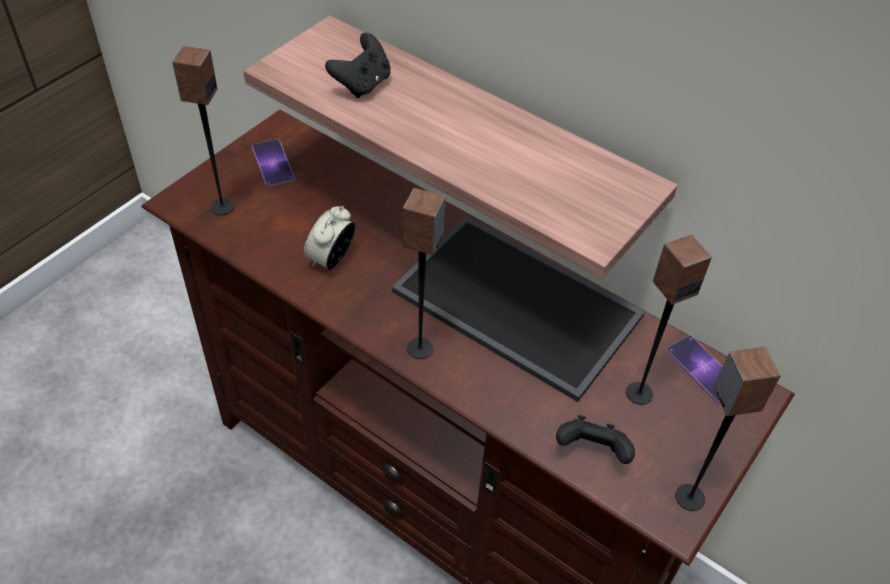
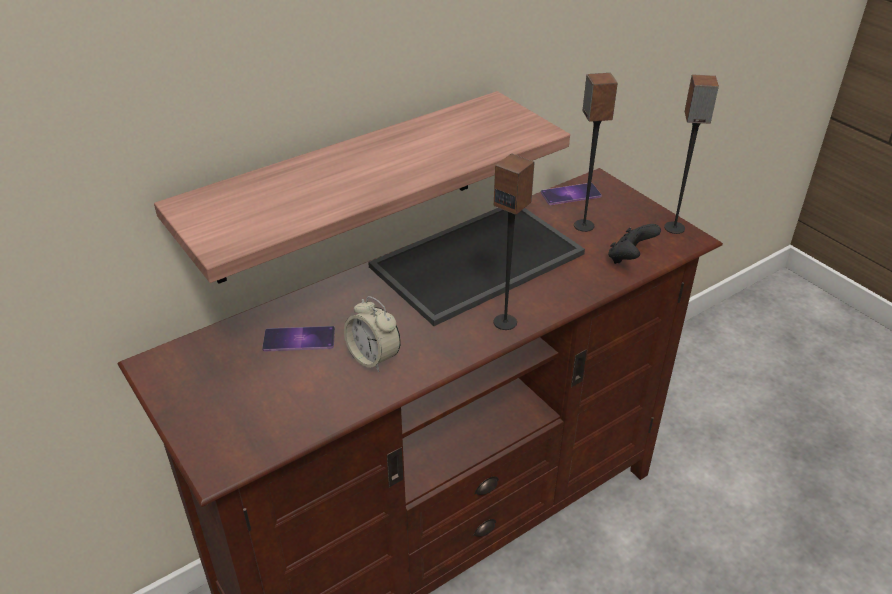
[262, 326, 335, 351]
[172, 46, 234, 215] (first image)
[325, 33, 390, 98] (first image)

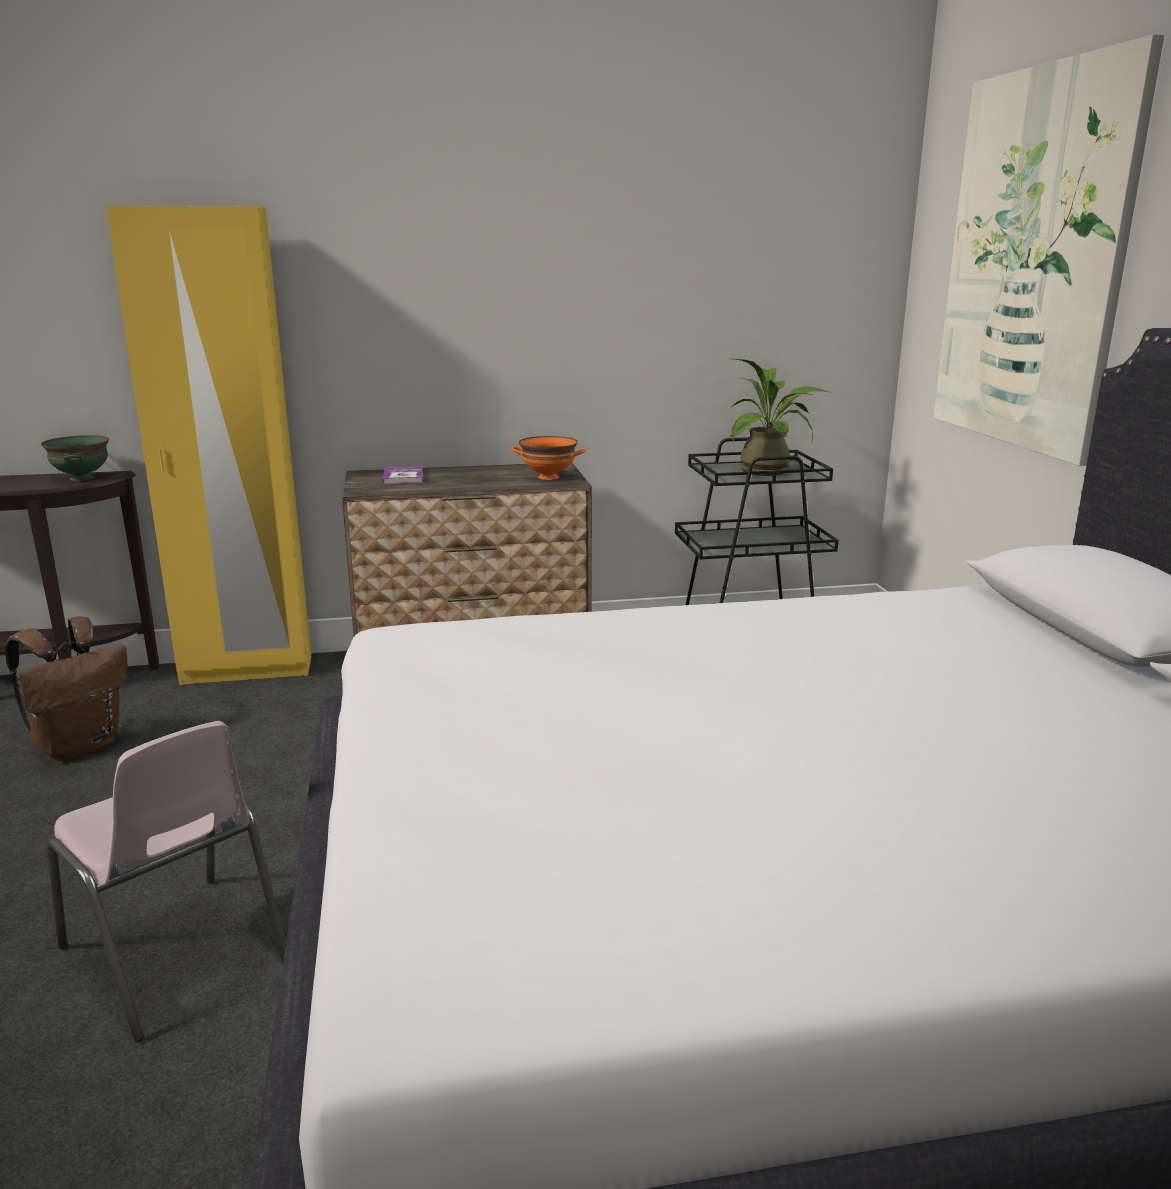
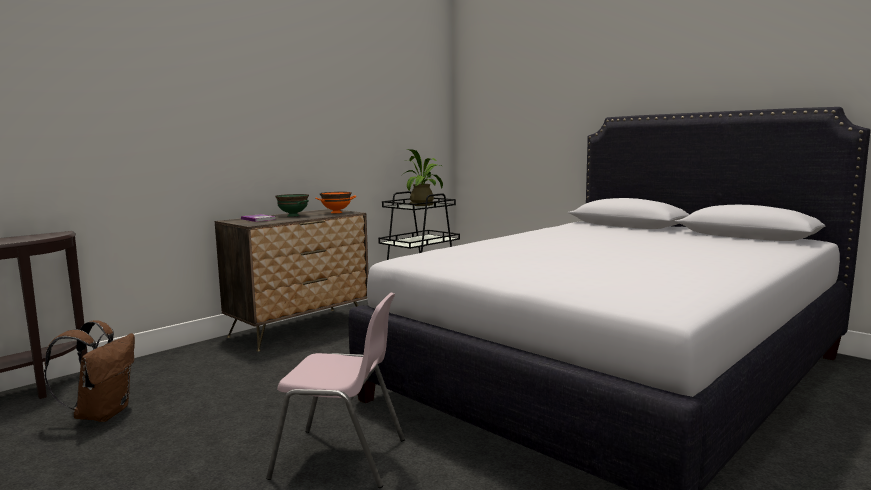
[275, 194, 309, 217]
[106, 205, 311, 685] (first image)
[933, 34, 1164, 466] (first image)

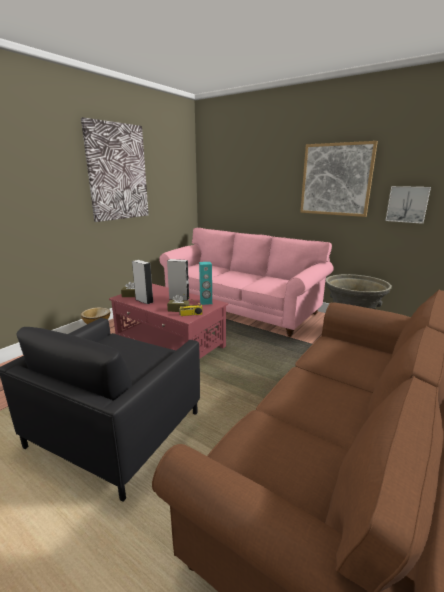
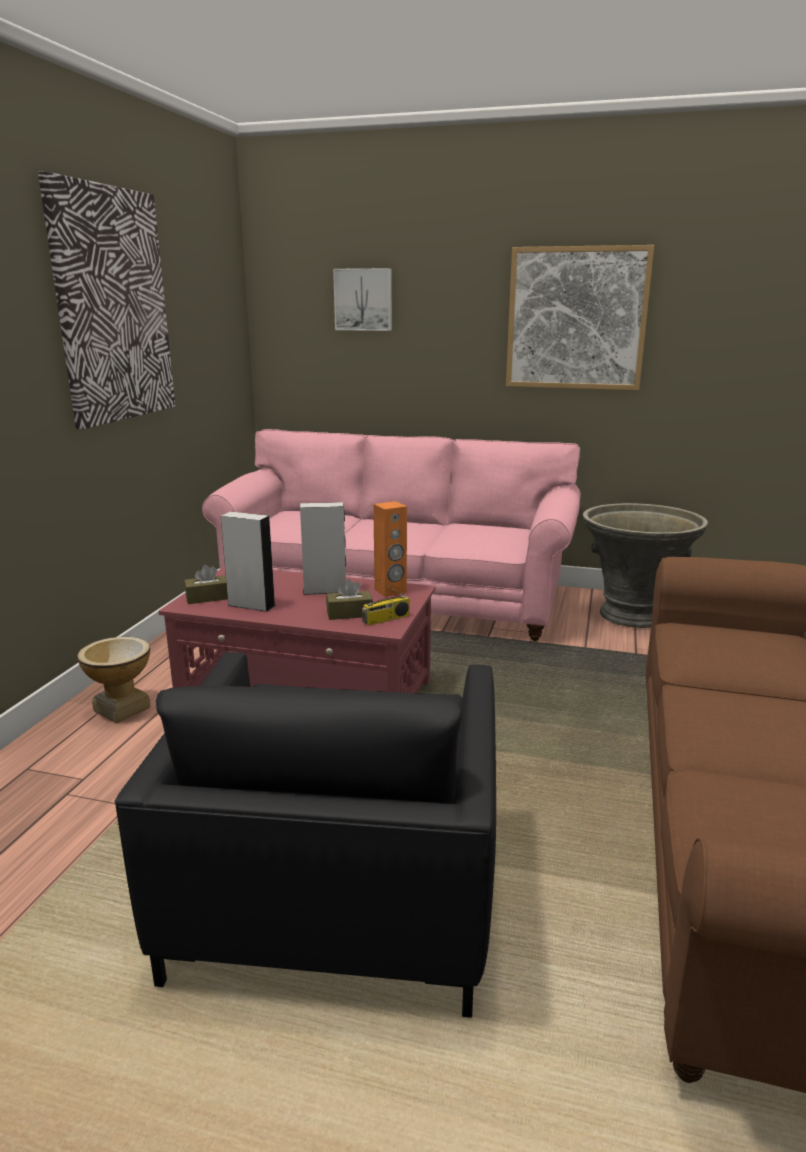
[333, 268, 392, 331]
[373, 501, 407, 597]

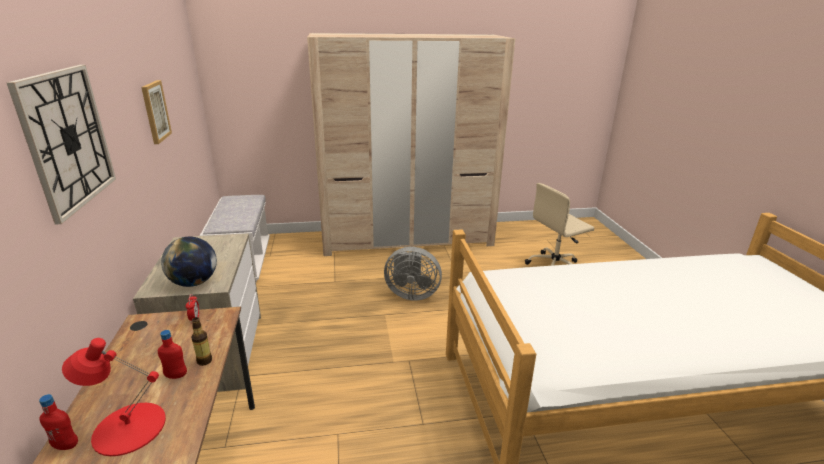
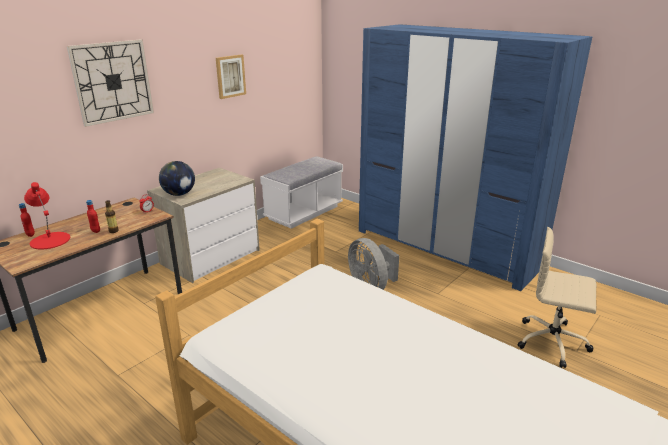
[359, 24, 592, 291]

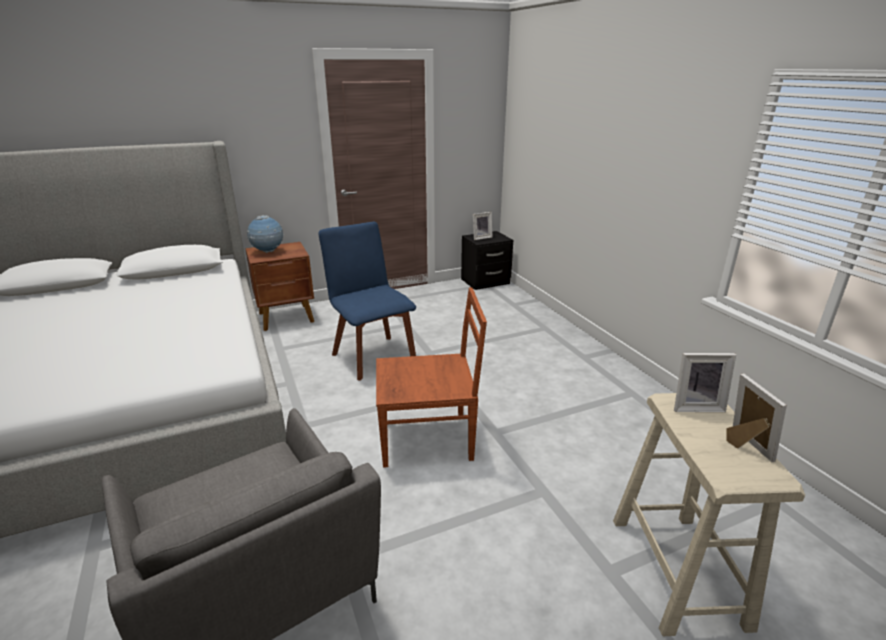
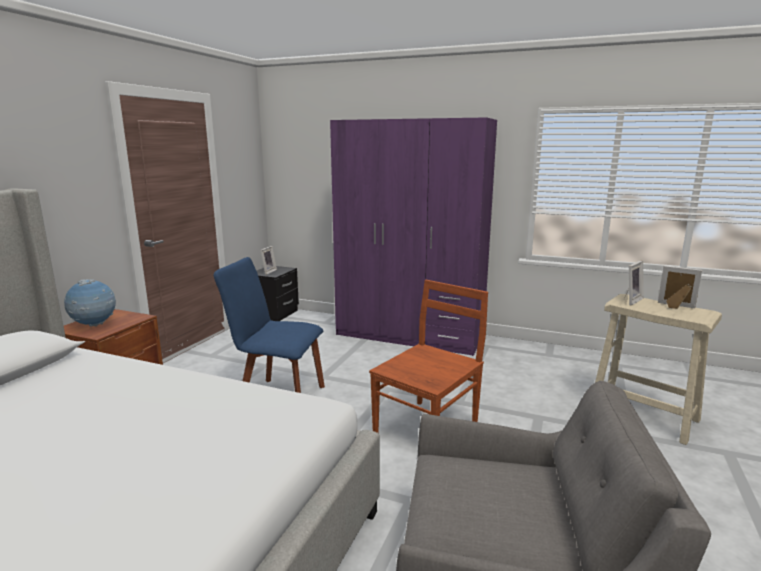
[330, 117, 497, 356]

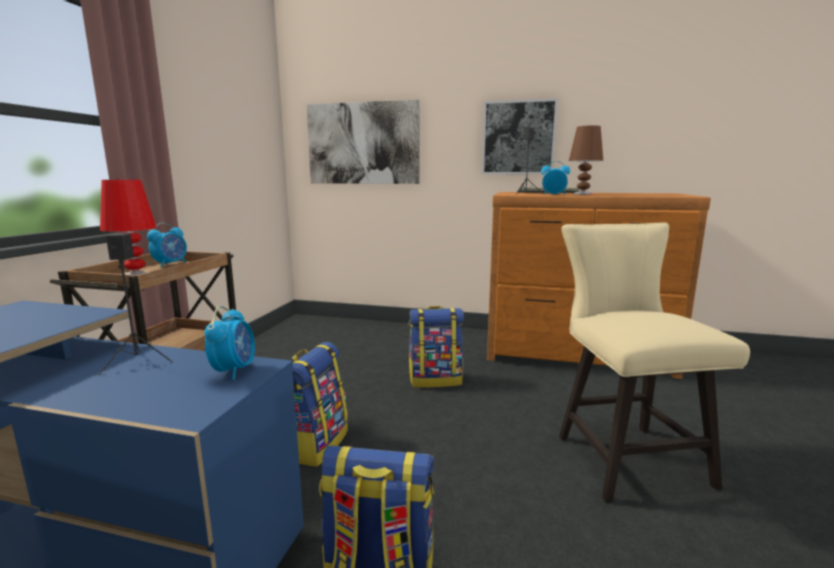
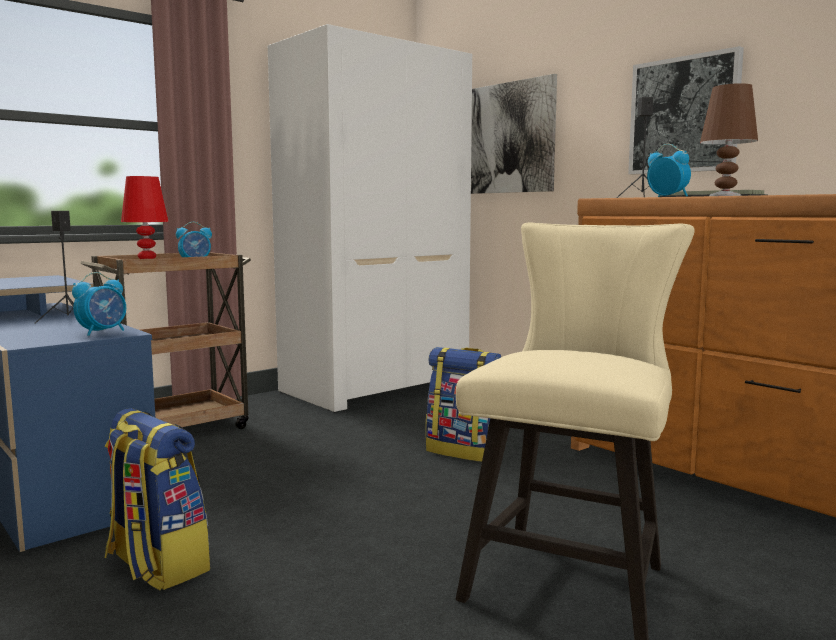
[268, 24, 472, 413]
[292, 342, 348, 467] (first image)

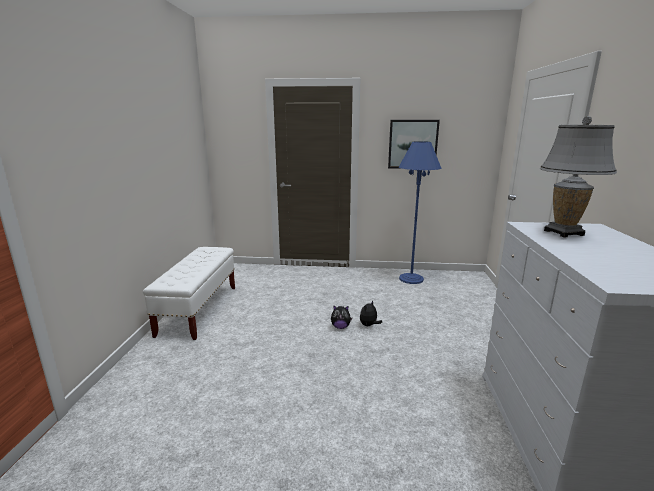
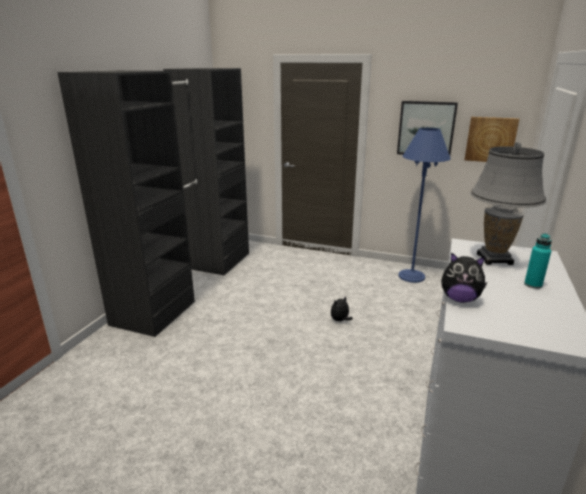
[57, 68, 249, 337]
[441, 252, 488, 303]
[465, 117, 519, 162]
[524, 233, 552, 289]

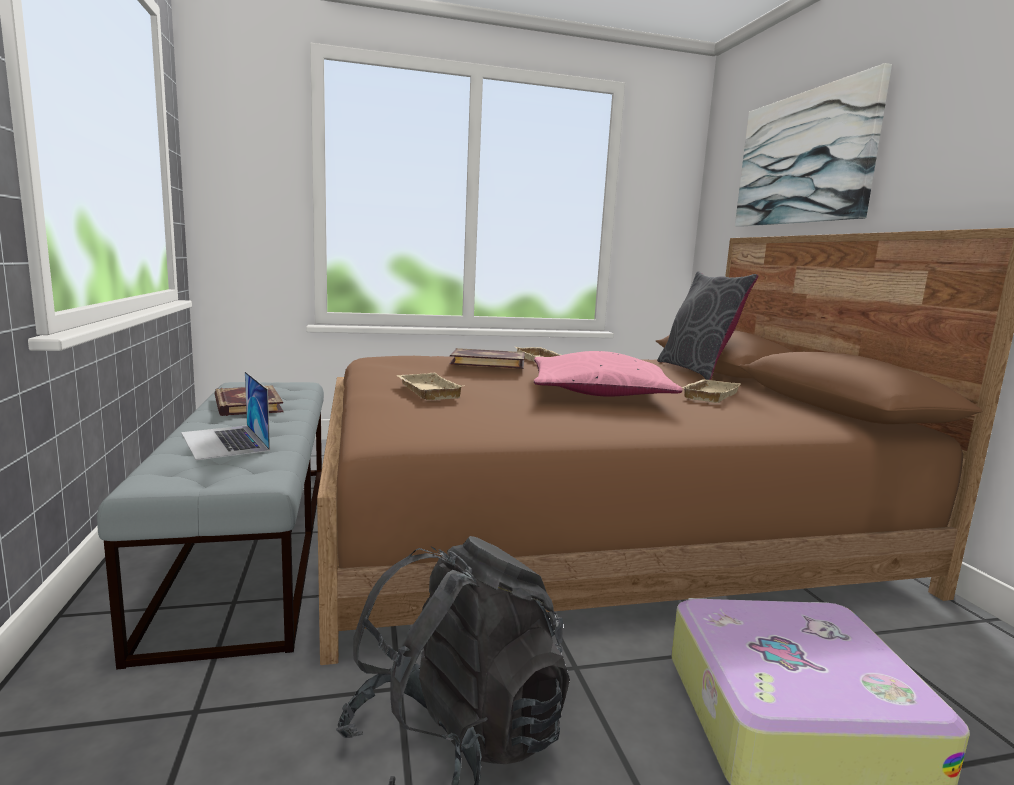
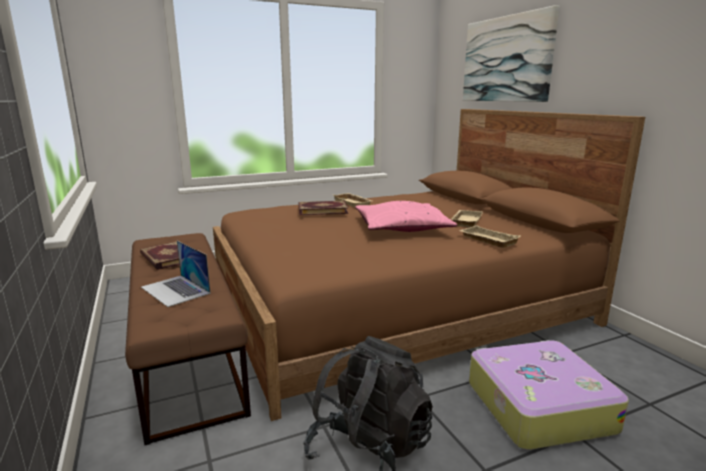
[125, 233, 251, 445]
[460, 225, 520, 248]
[657, 271, 758, 380] (first image)

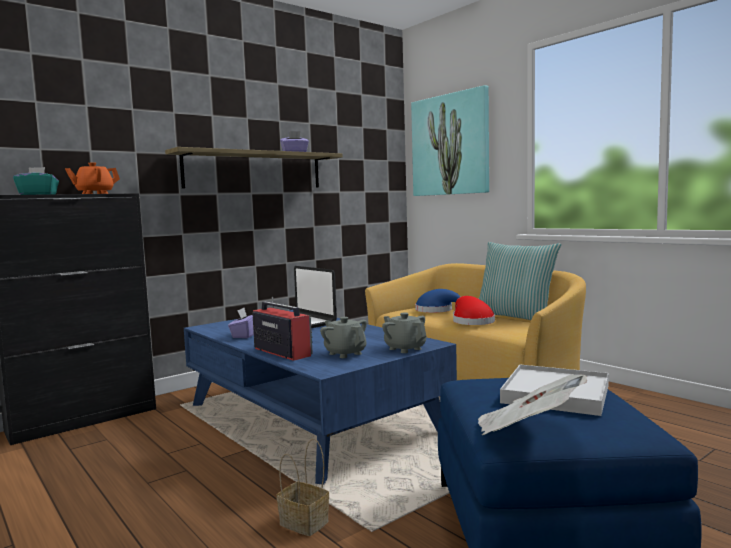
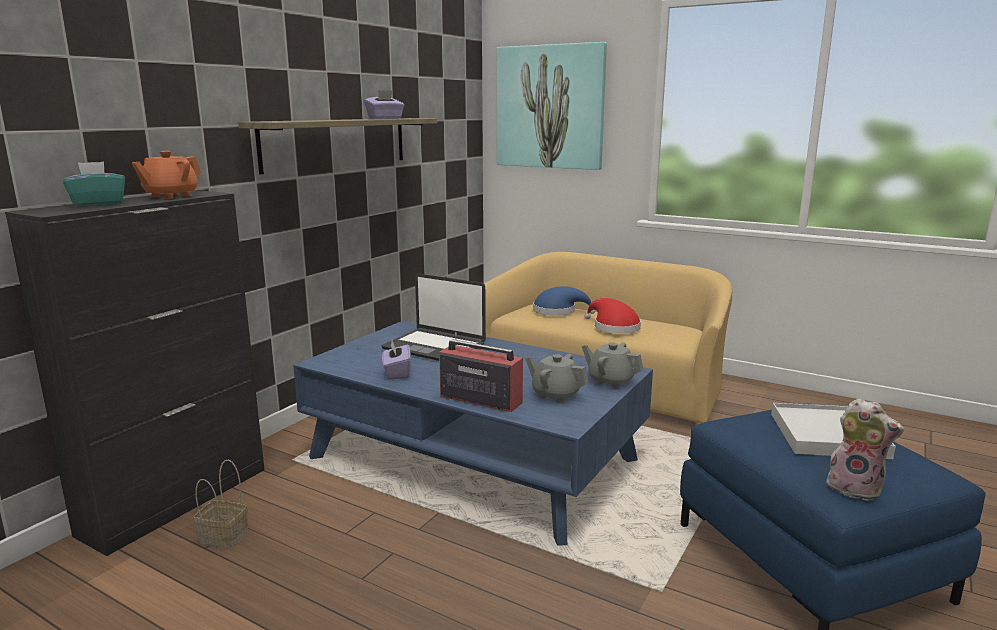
[194, 460, 248, 549]
[826, 398, 904, 501]
[479, 242, 561, 320] (first image)

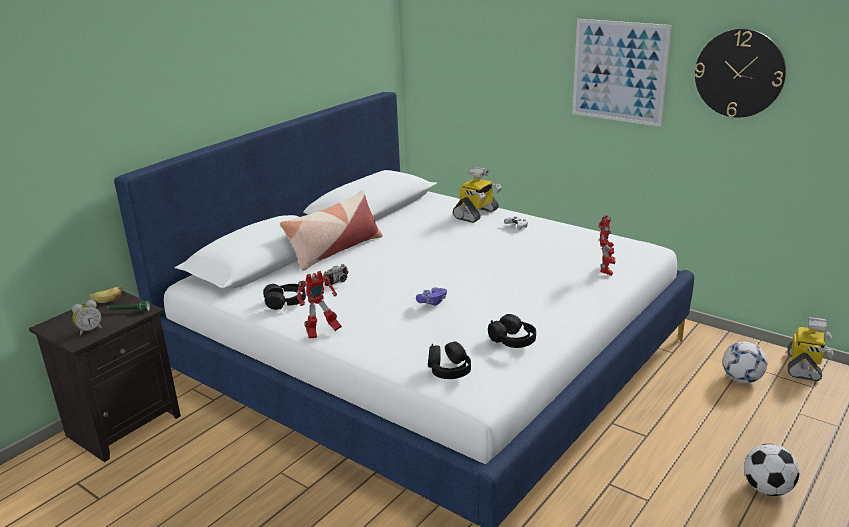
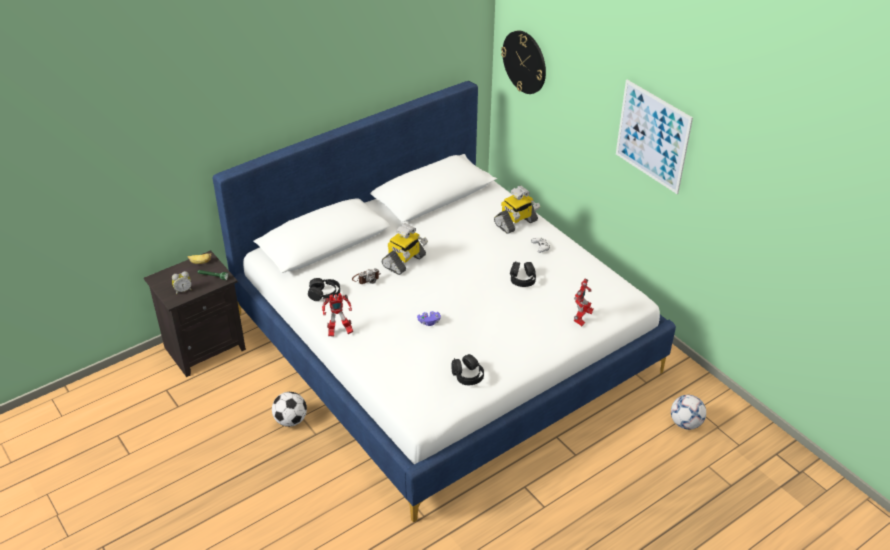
[272, 392, 307, 427]
[382, 223, 428, 275]
[501, 30, 546, 94]
[510, 261, 536, 287]
[280, 190, 383, 271] (first image)

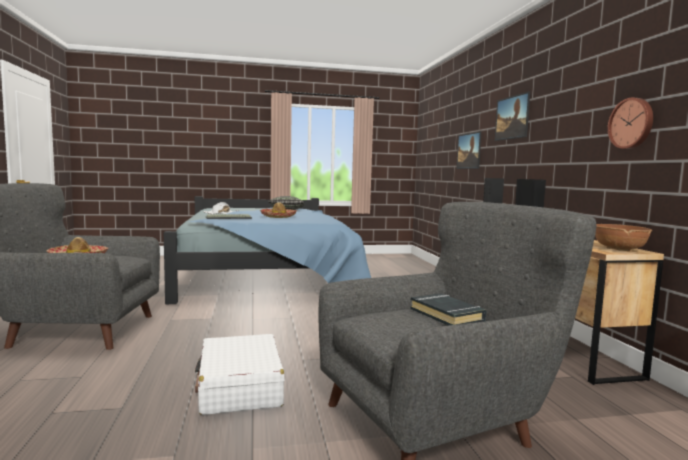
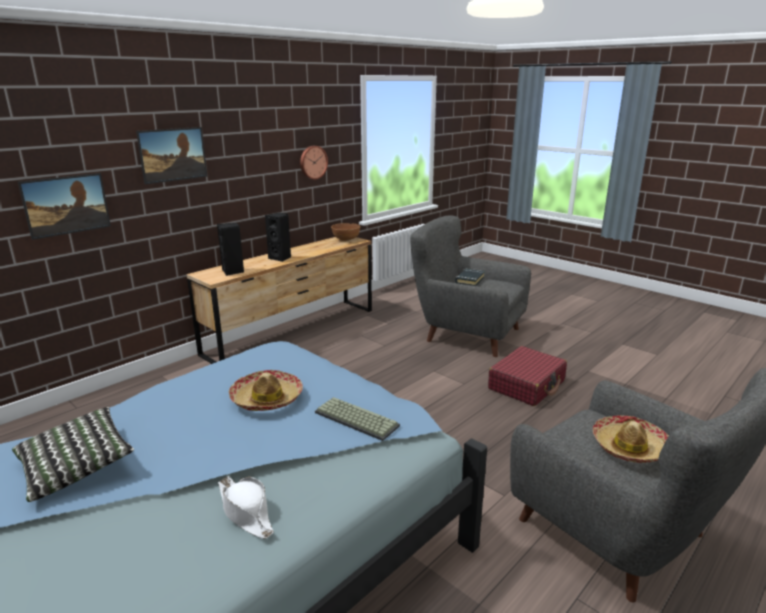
[488, 346, 567, 406]

